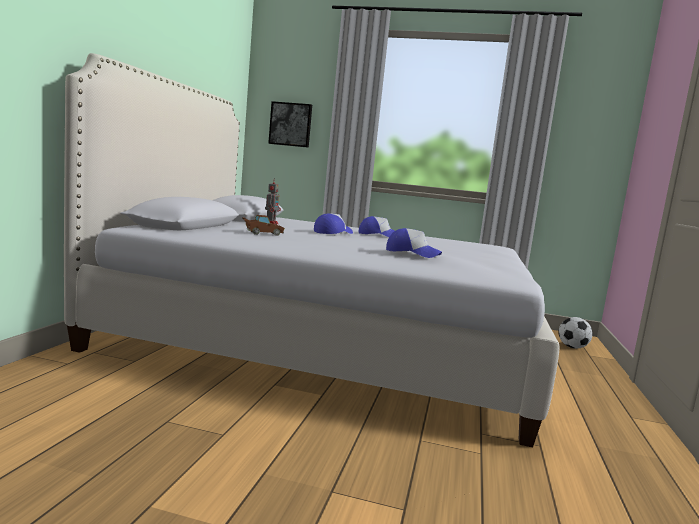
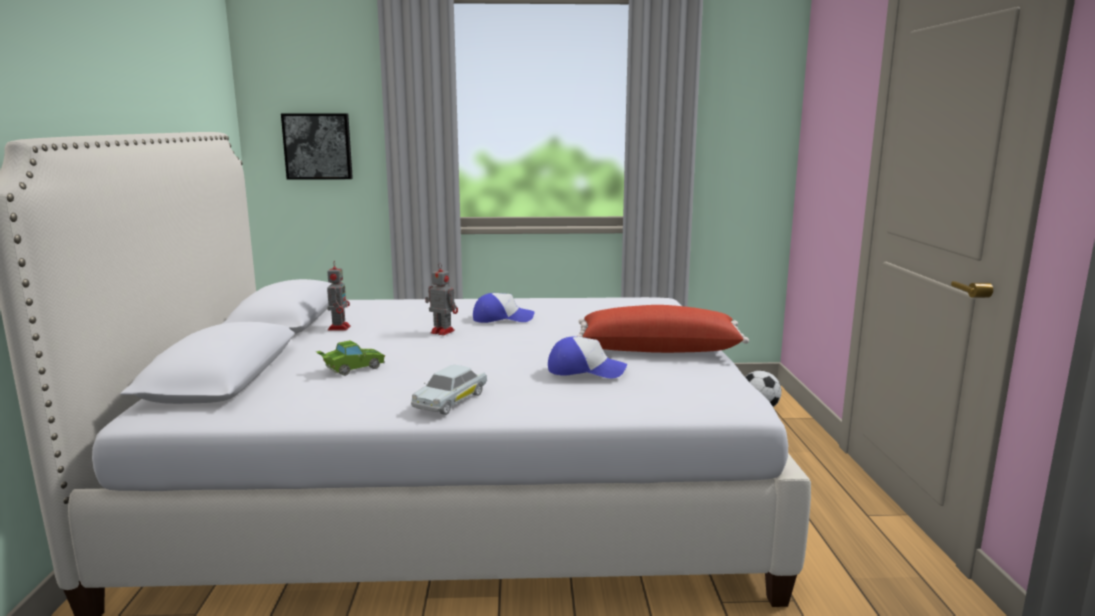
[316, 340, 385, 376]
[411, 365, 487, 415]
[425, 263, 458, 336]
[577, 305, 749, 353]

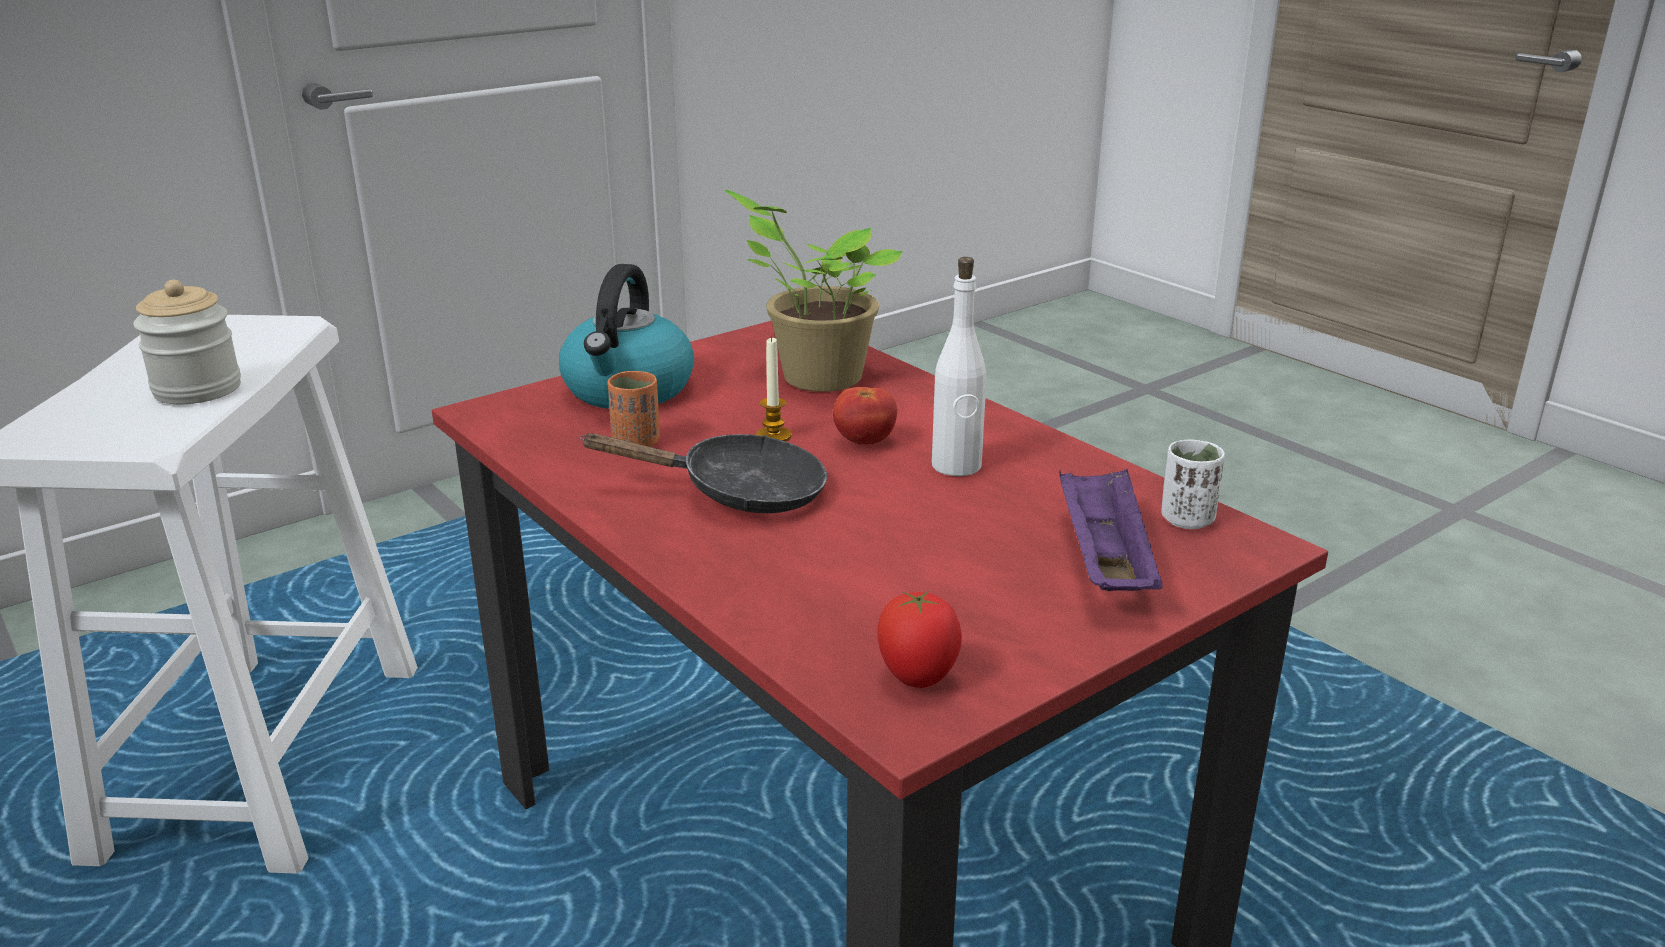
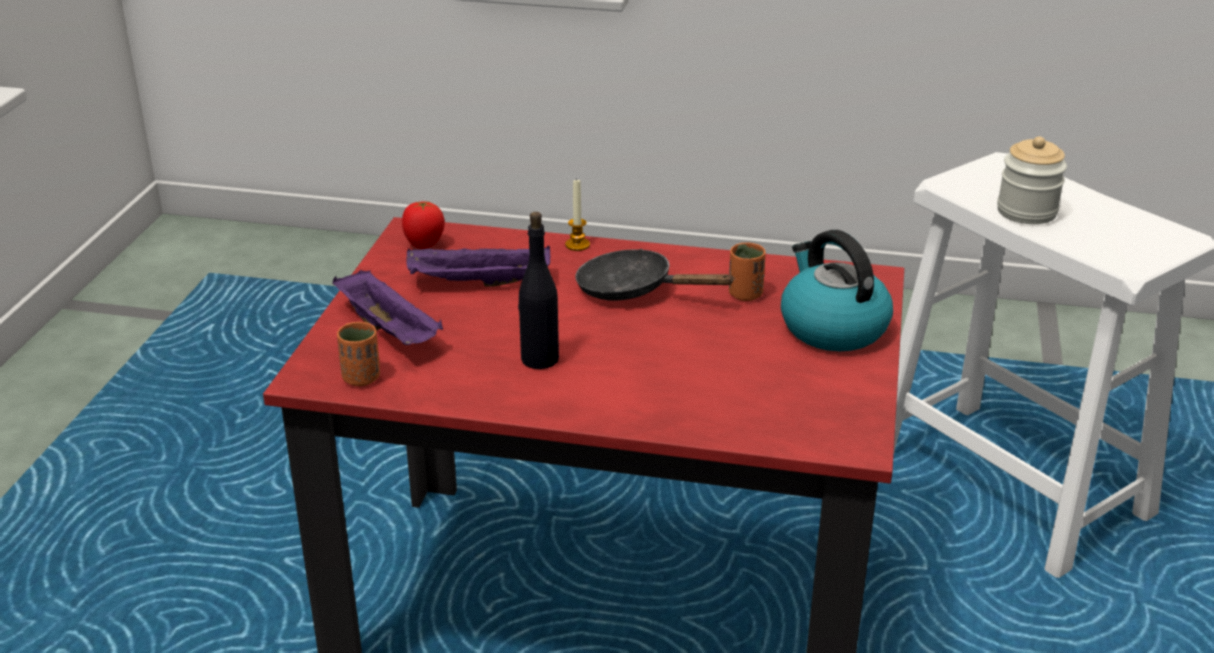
[337, 322, 380, 386]
[406, 245, 551, 287]
[518, 212, 559, 369]
[565, 178, 590, 251]
[575, 249, 735, 301]
[725, 190, 903, 392] (first image)
[833, 387, 897, 444] (first image)

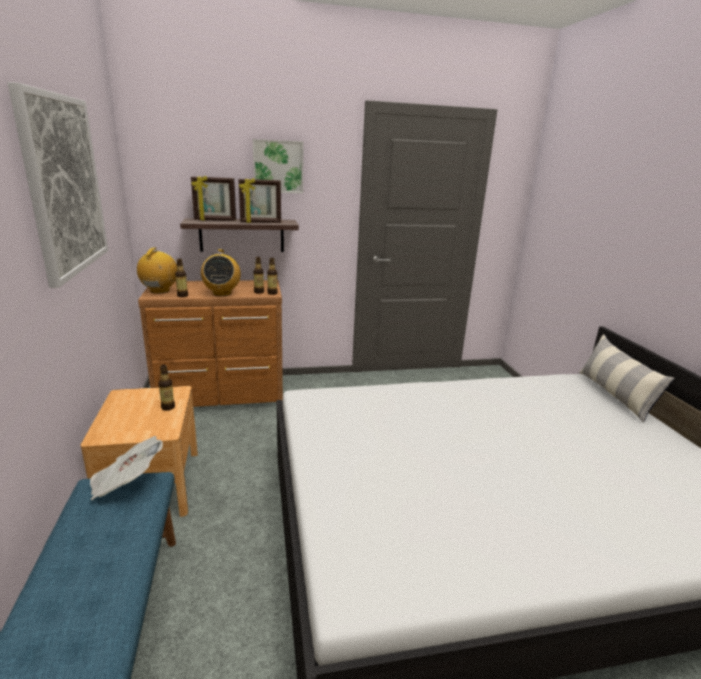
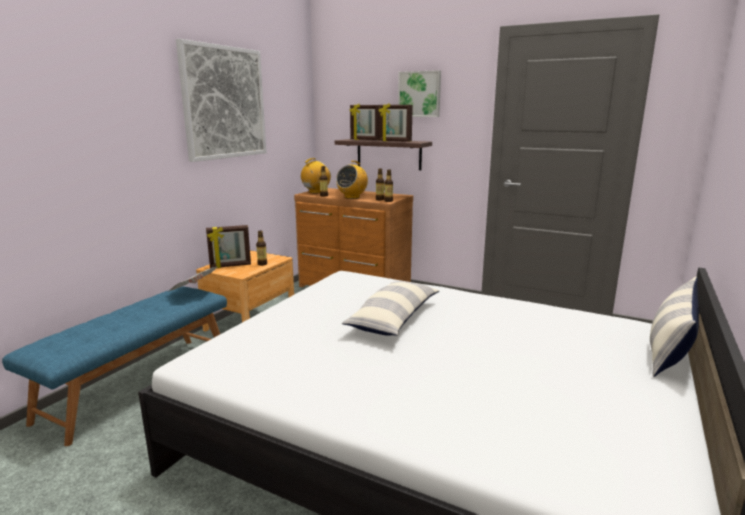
[206, 225, 251, 268]
[342, 281, 439, 336]

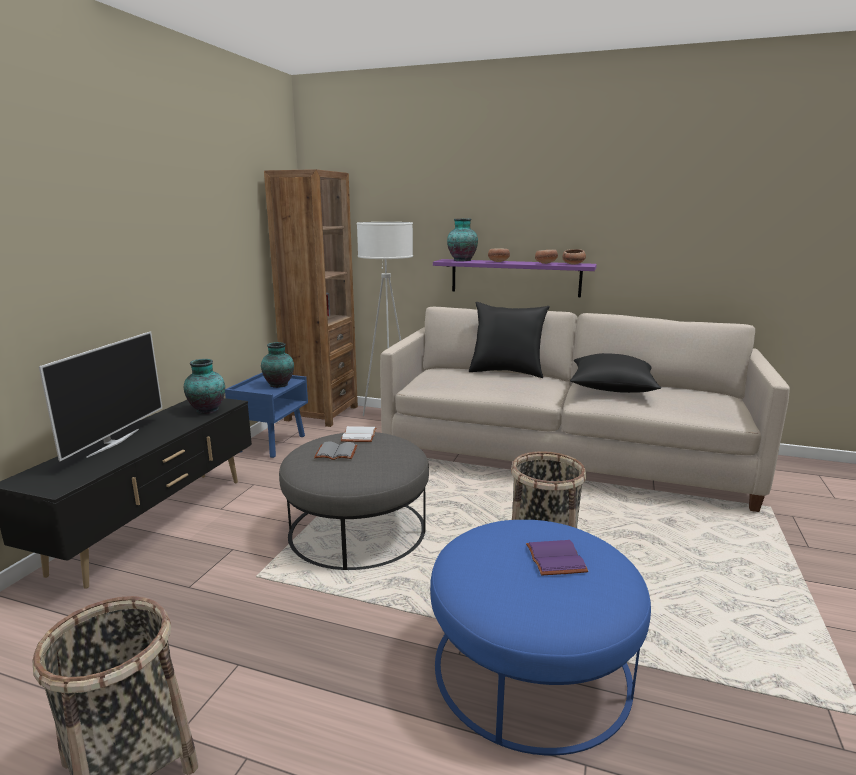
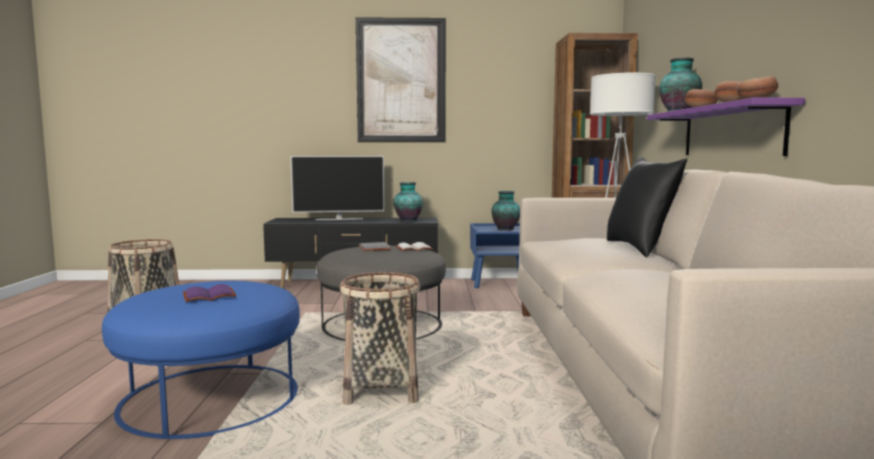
[356, 17, 446, 142]
[570, 353, 661, 393] (first image)

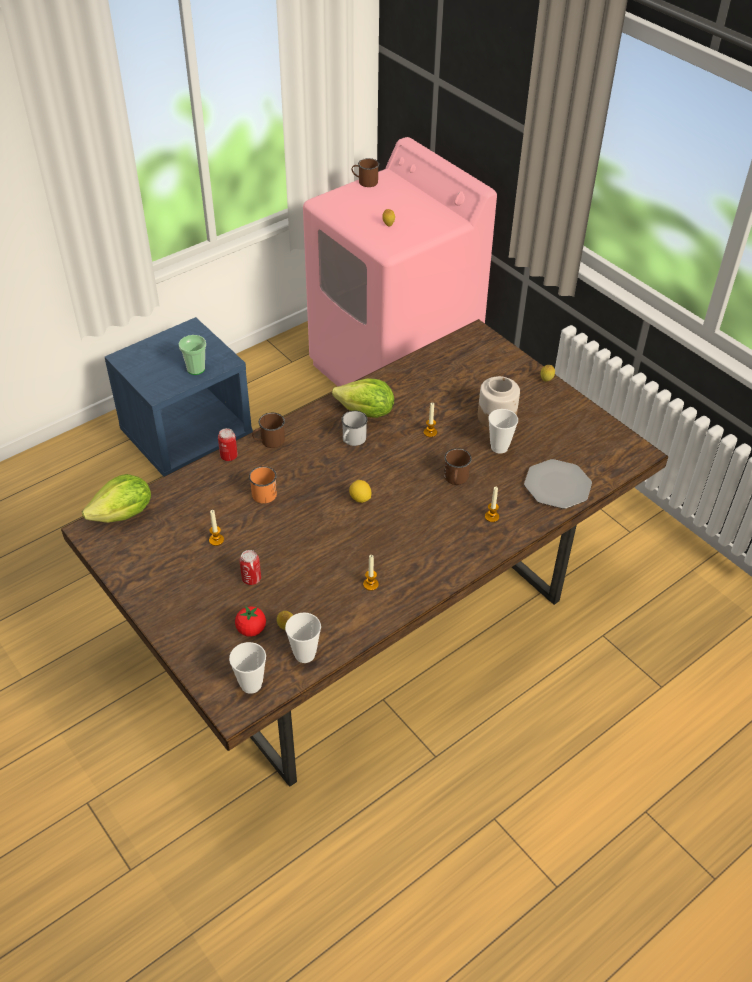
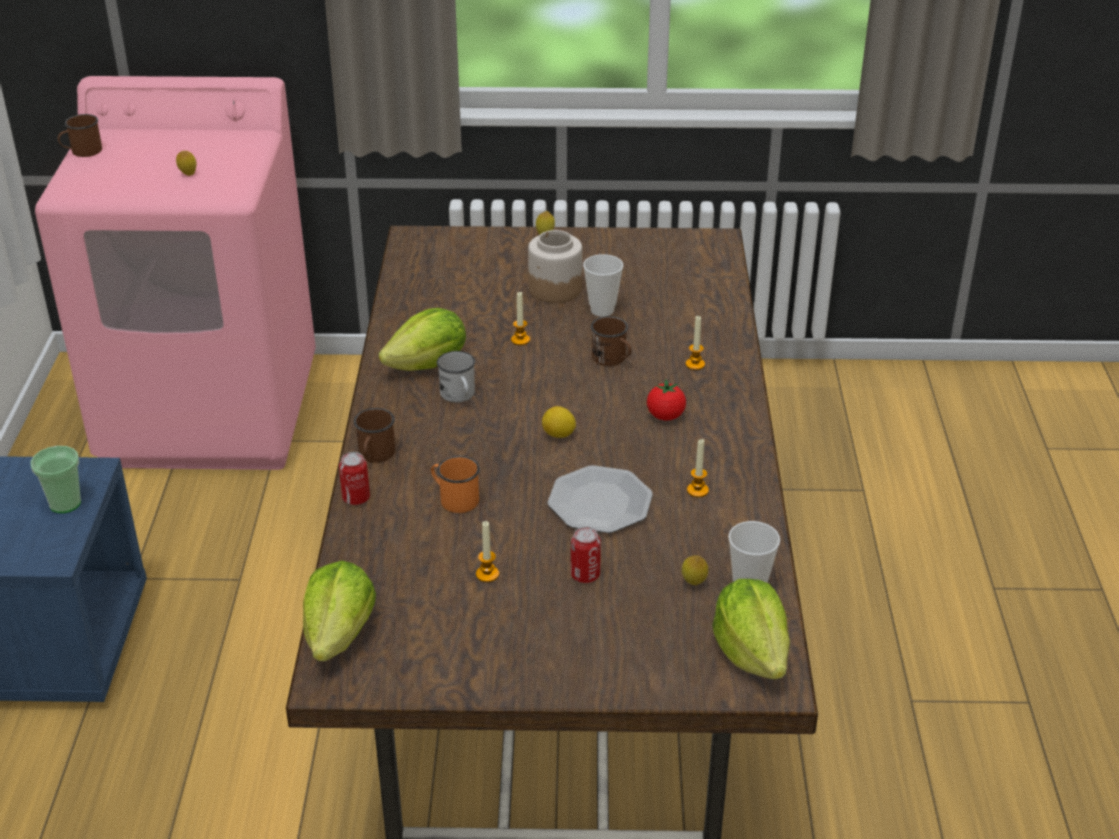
[547, 465, 653, 533]
[647, 380, 686, 421]
[712, 579, 790, 679]

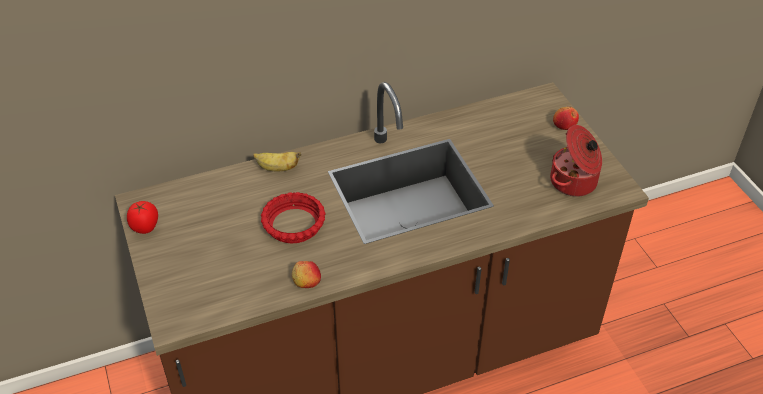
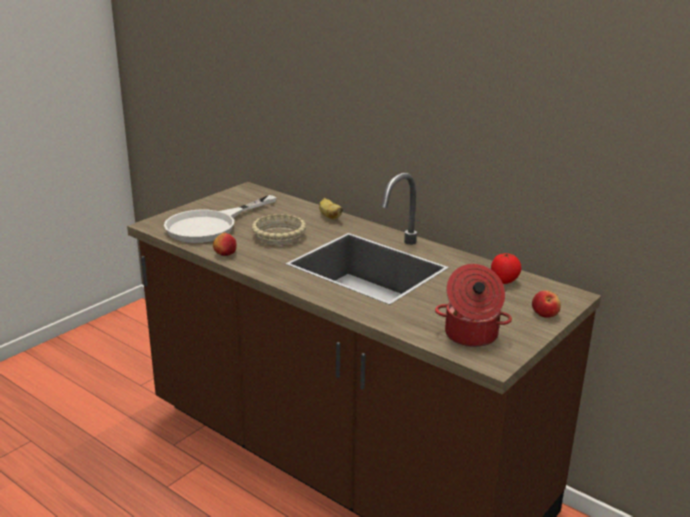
[164, 195, 277, 243]
[251, 214, 306, 245]
[491, 253, 522, 284]

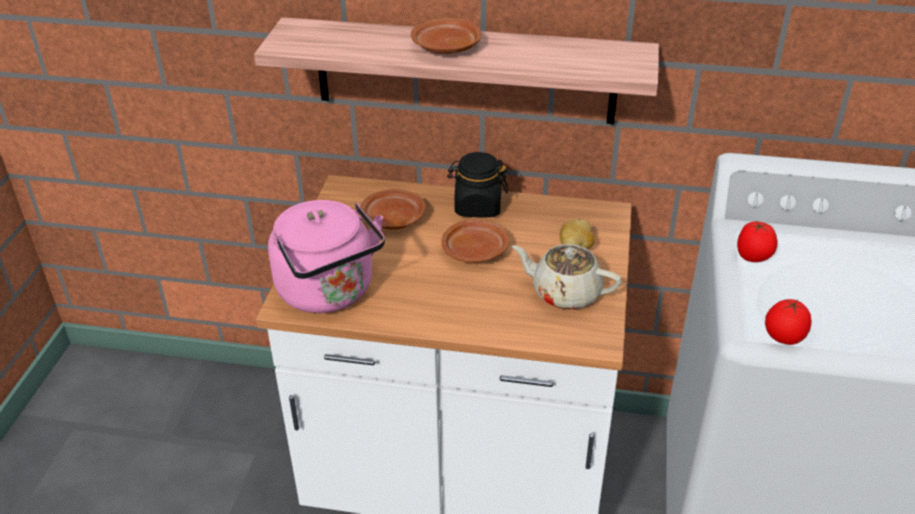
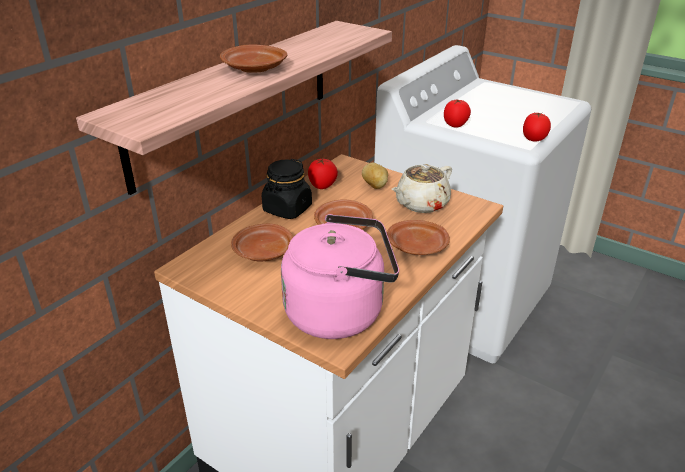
[308, 158, 338, 189]
[387, 220, 450, 255]

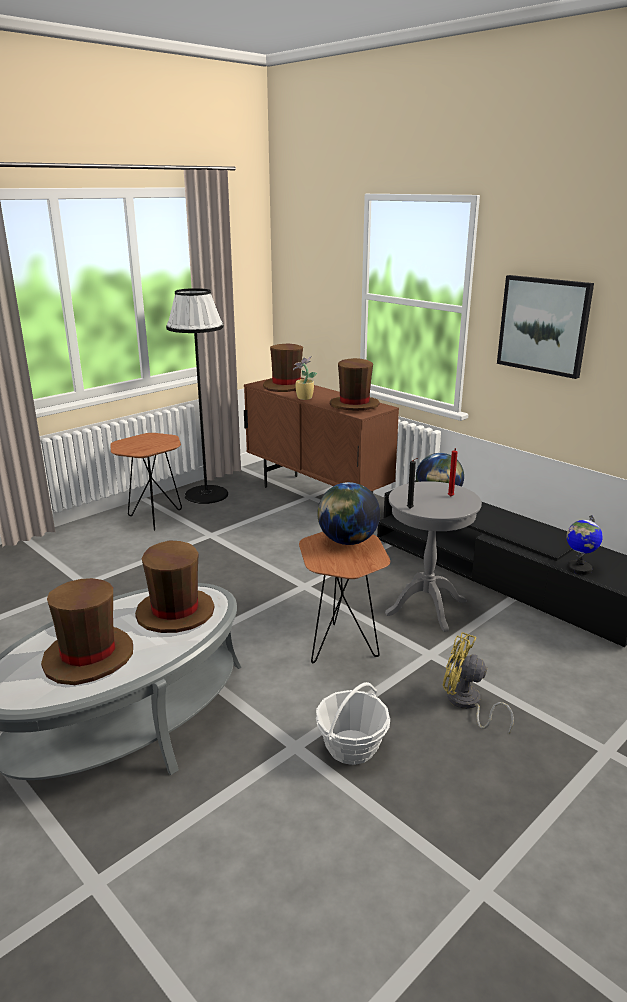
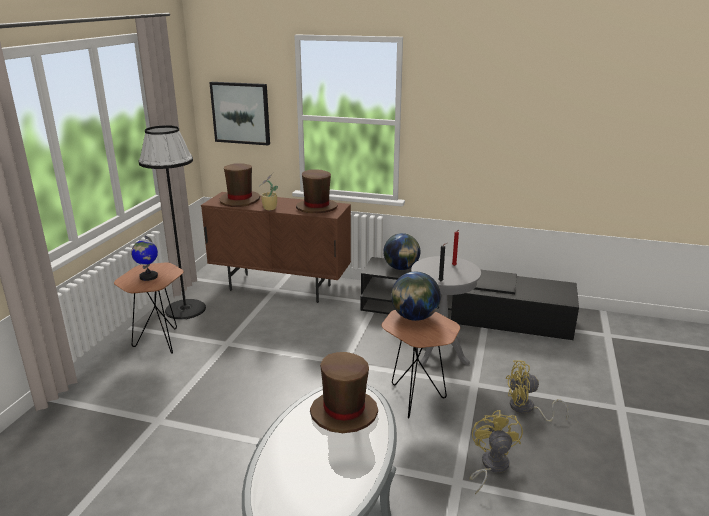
[131, 236, 158, 281]
[209, 82, 270, 145]
[470, 410, 523, 495]
[41, 578, 133, 685] (first image)

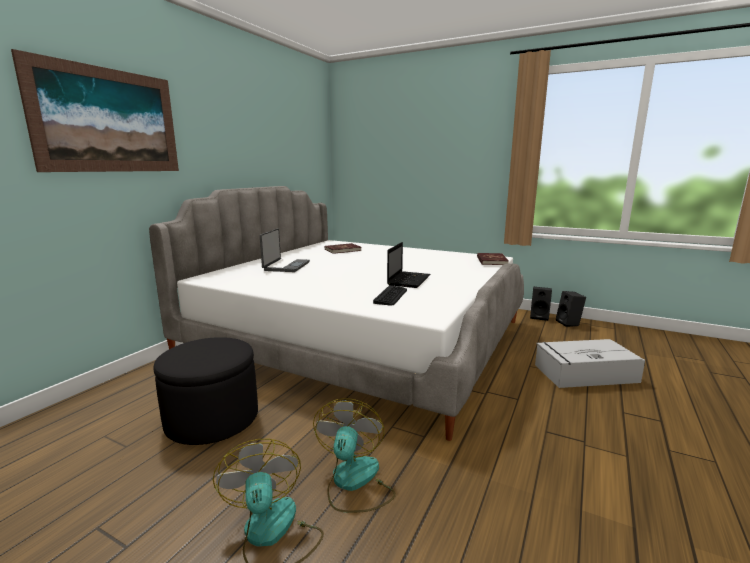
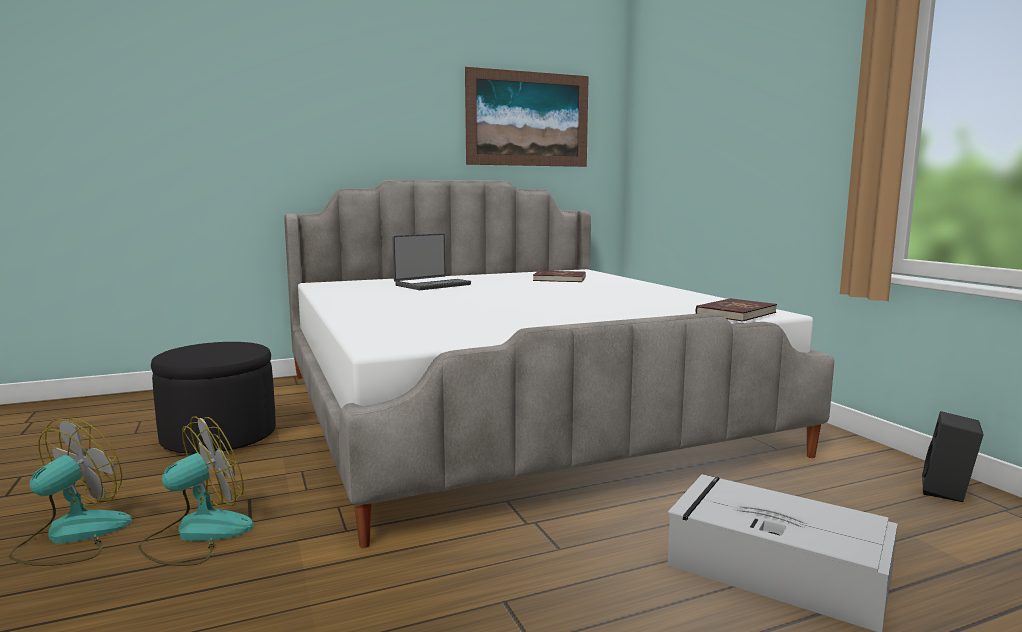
[465, 67, 589, 167]
[373, 285, 407, 306] (first image)
[387, 242, 430, 288] (first image)
[530, 287, 552, 321] (first image)

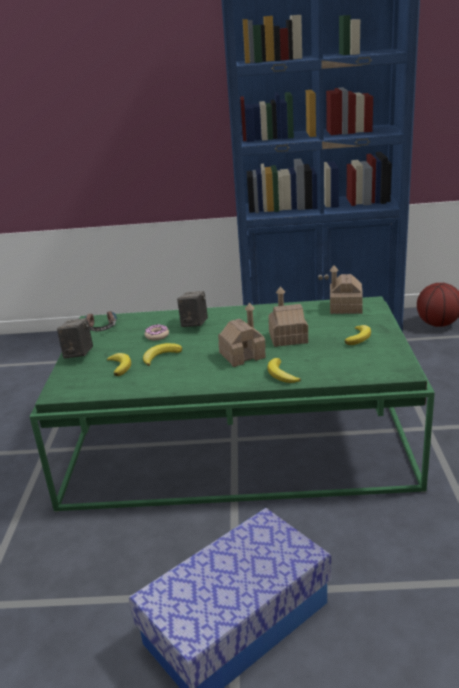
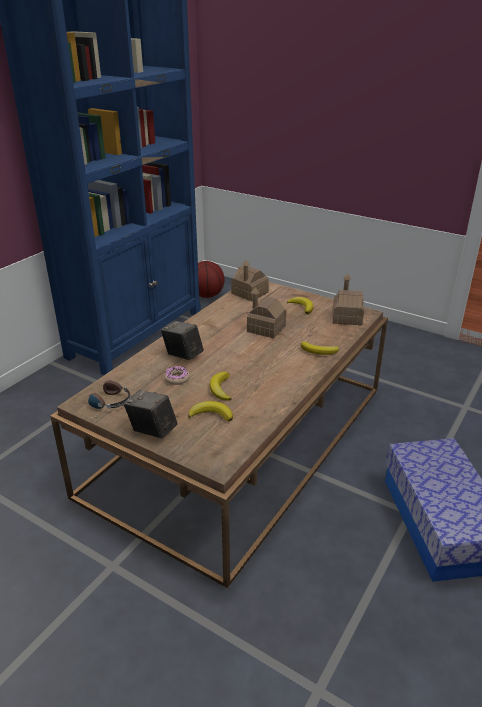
[50, 282, 388, 589]
[332, 274, 364, 326]

